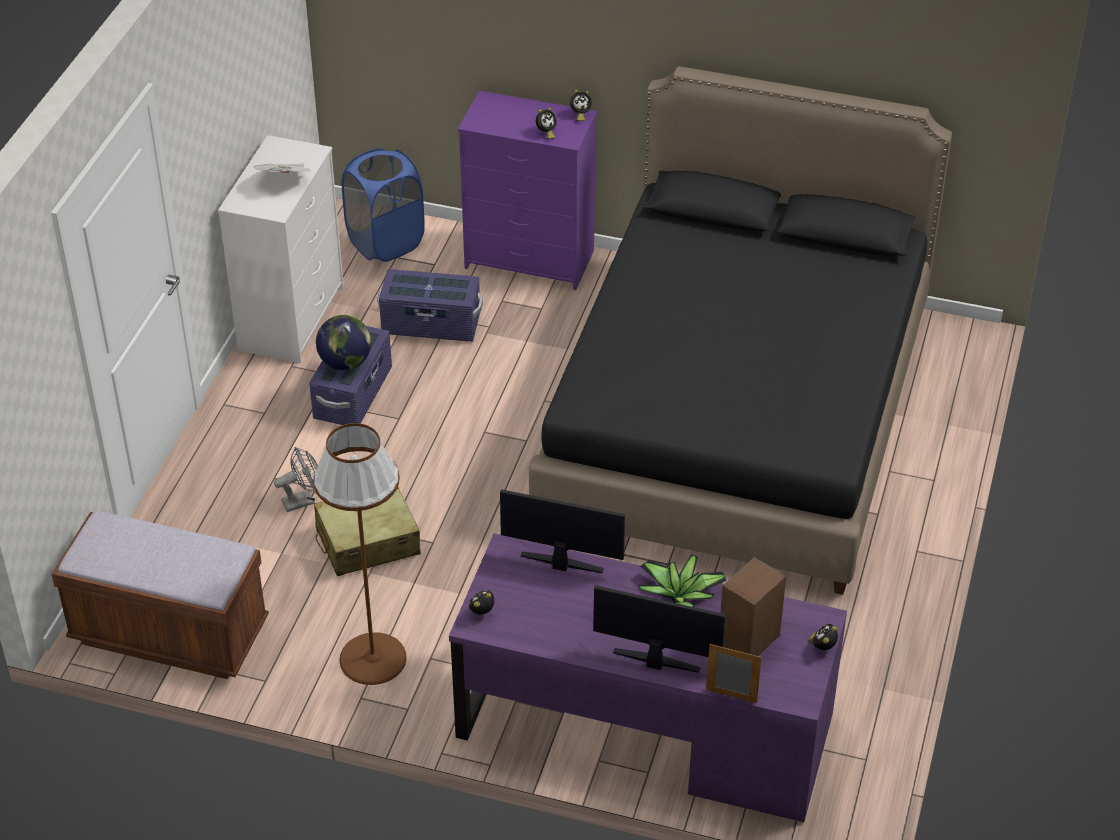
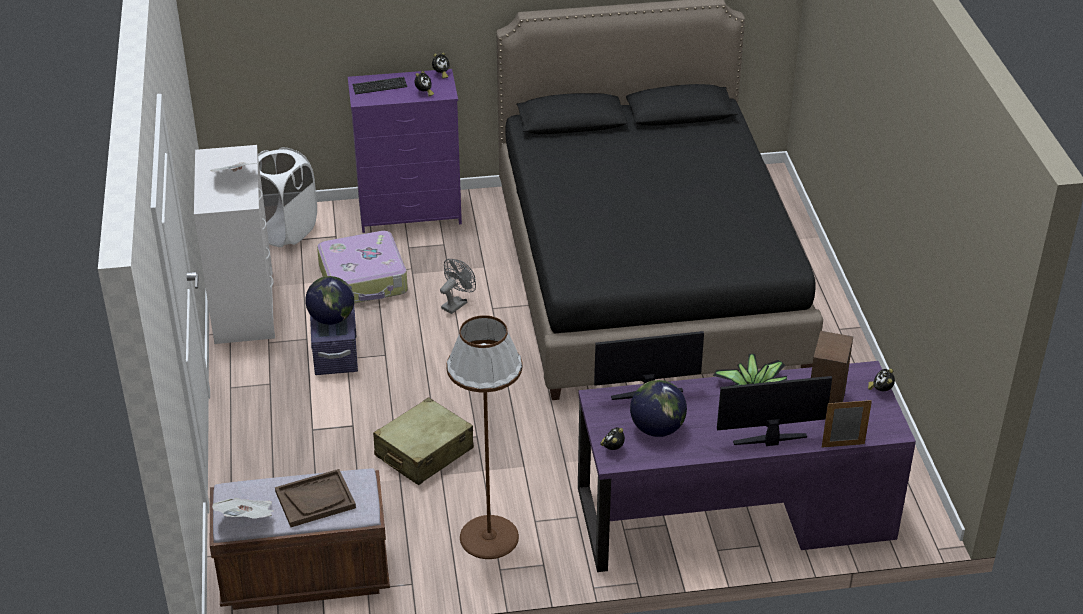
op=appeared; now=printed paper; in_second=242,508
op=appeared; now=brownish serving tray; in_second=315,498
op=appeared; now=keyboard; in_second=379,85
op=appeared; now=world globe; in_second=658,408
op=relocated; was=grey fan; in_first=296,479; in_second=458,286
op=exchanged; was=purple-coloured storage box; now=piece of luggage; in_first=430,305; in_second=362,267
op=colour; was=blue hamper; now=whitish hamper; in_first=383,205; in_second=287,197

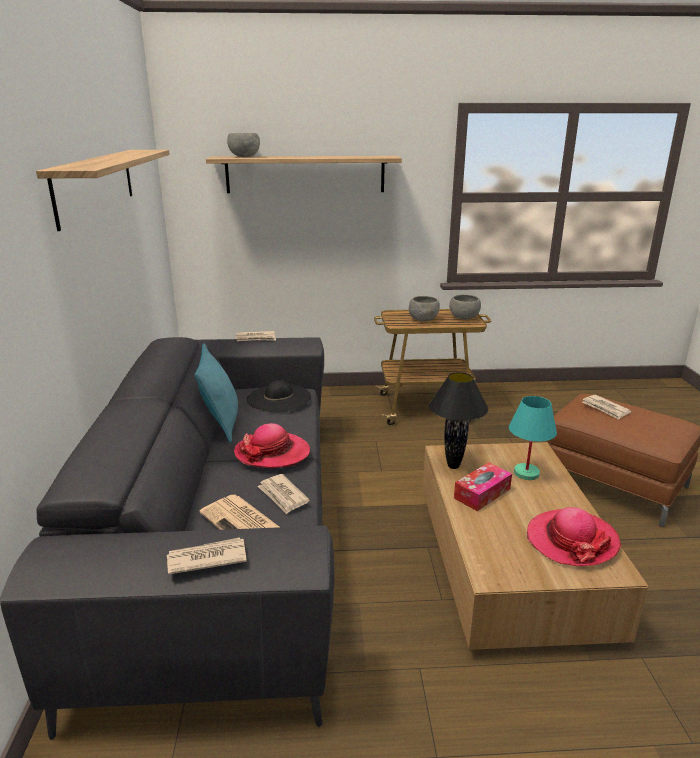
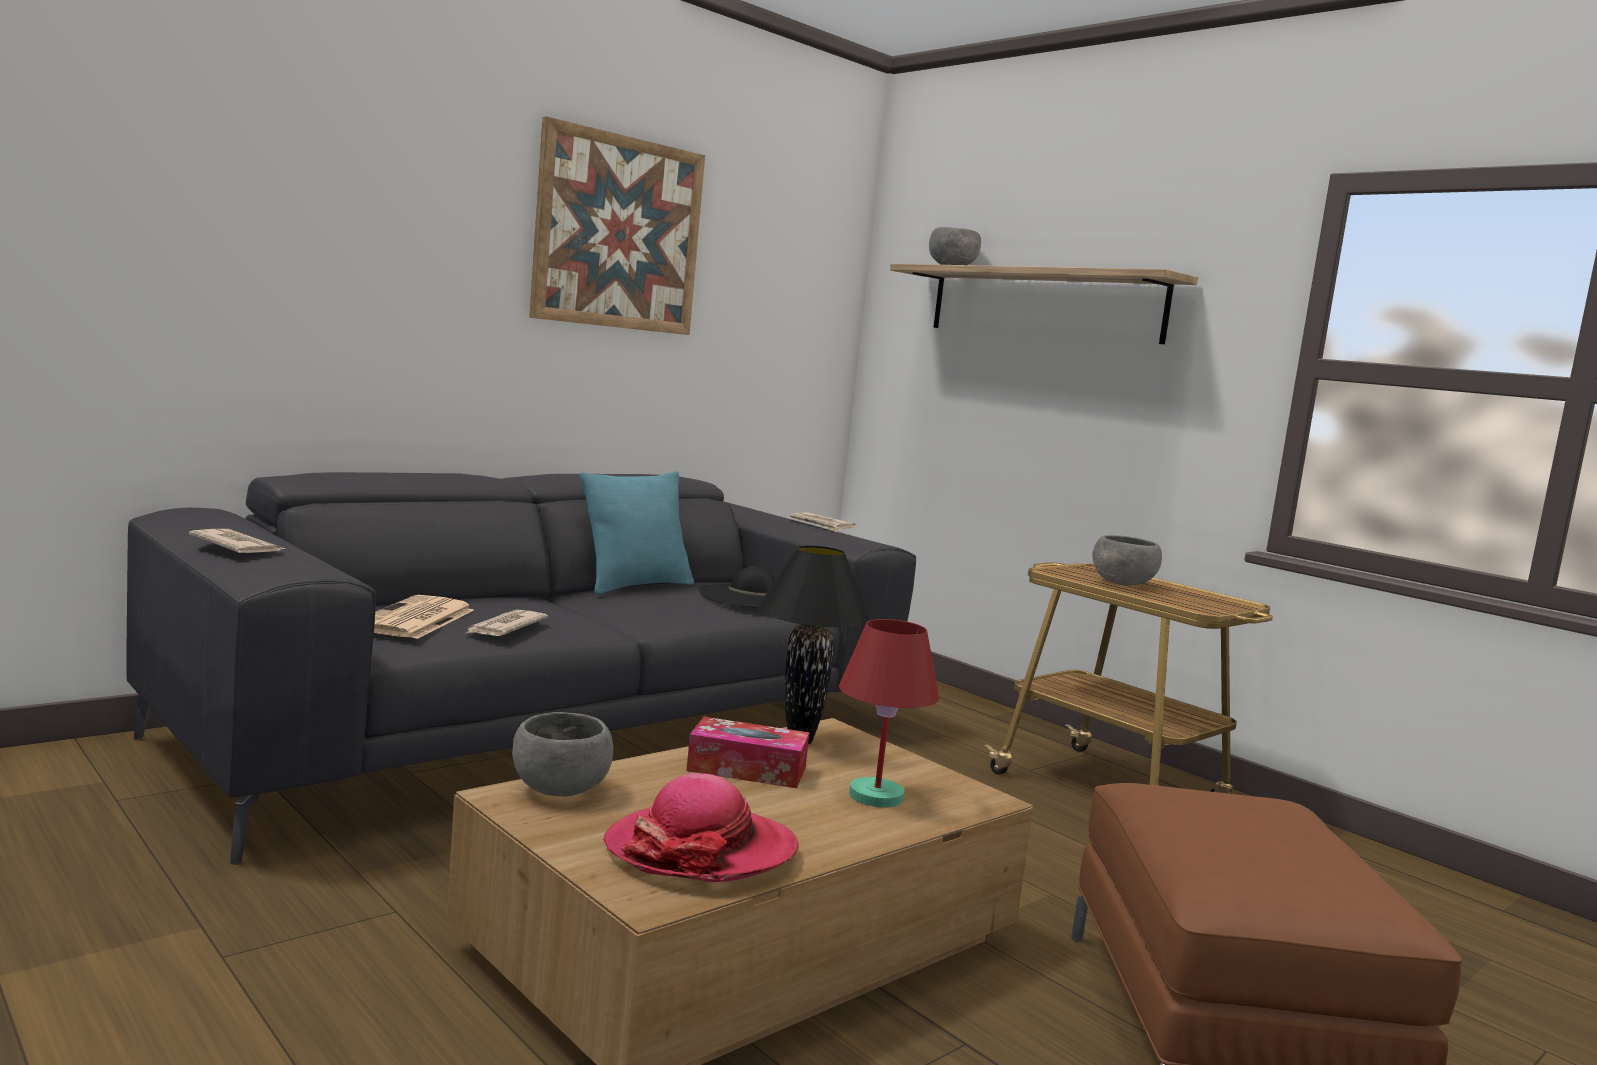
op=missing; was=clothing hat; in_first=272,446
op=missing; was=printed paper; in_first=606,407
op=relocated; was=grey deep dish; in_first=465,306; in_second=562,754
op=exchanged; was=wall shelf; now=picture; in_first=103,190; in_second=617,225
op=colour; was=blue-green table lamp; now=reddish table lamp; in_first=533,438; in_second=889,713

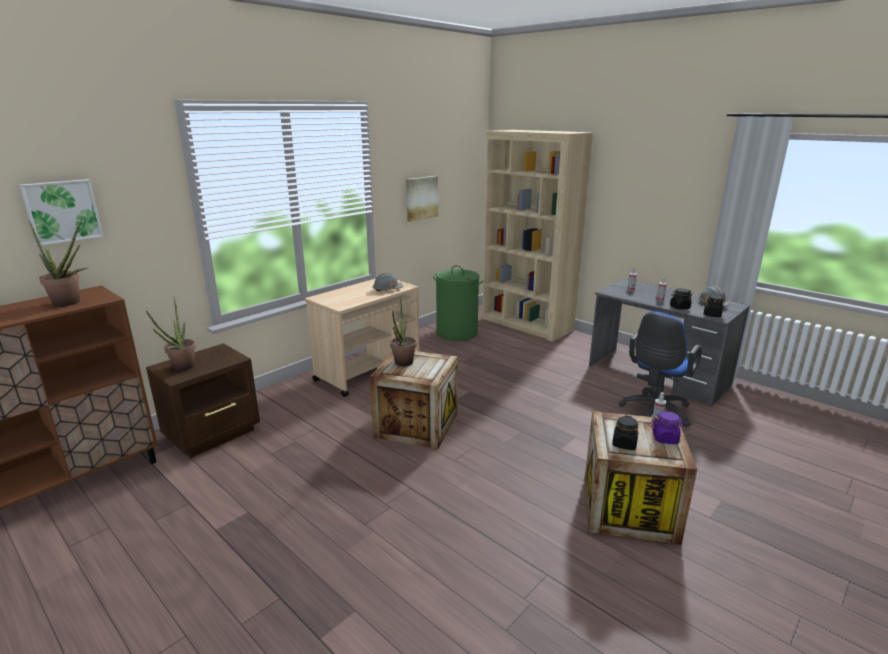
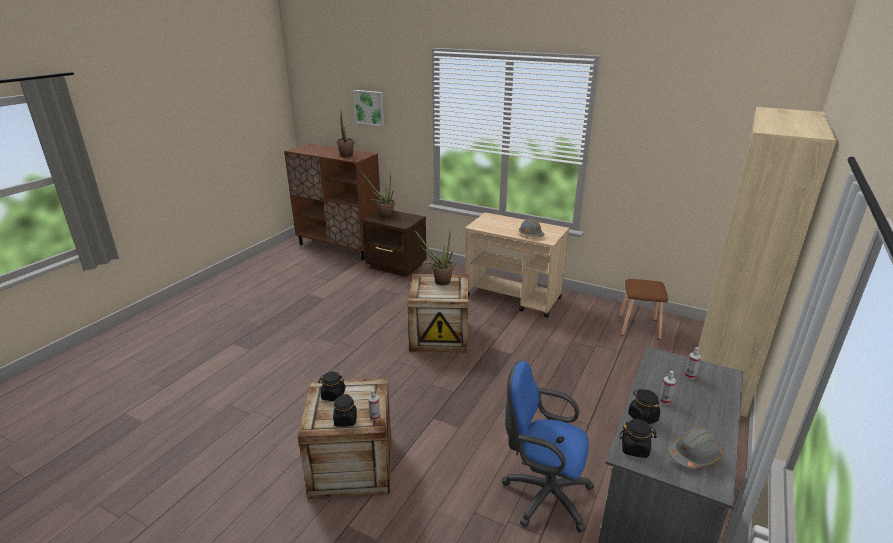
op=missing; was=picture; in_first=422,199
op=exchanged; was=green hamper; now=brownish stool; in_first=458,303; in_second=643,309
op=colour; was=purple-coloured preserve jar; now=black-coloured preserve jar; in_first=668,427; in_second=345,410

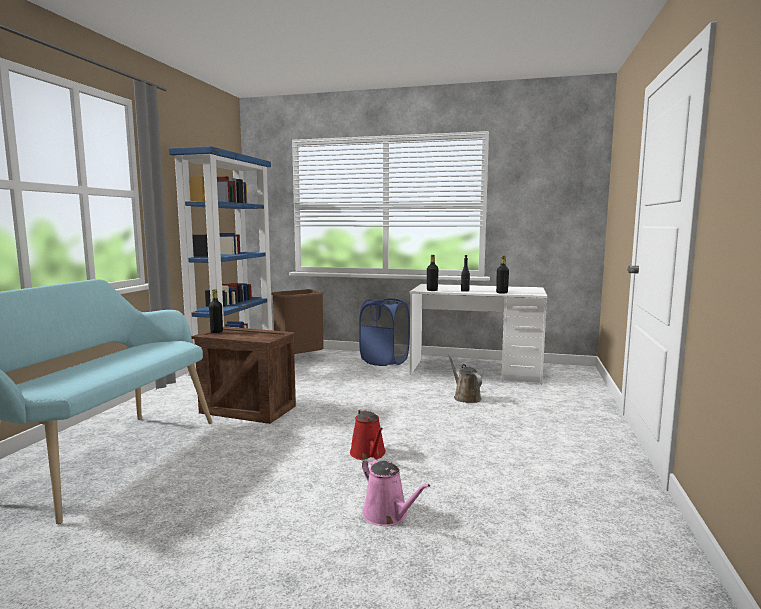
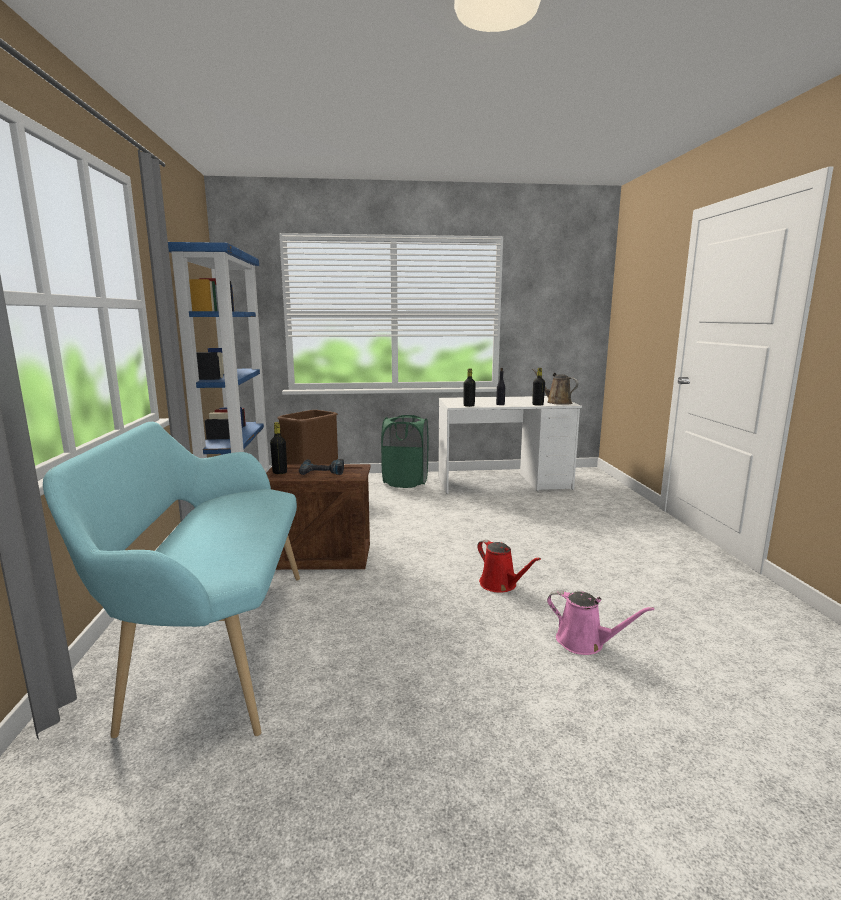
op=appeared; now=power drill; in_second=321,467
op=relocated; was=brownish sprinkling can; in_first=465,379; in_second=555,387
op=colour; was=blue hamper; now=green hamper; in_first=384,332; in_second=404,451

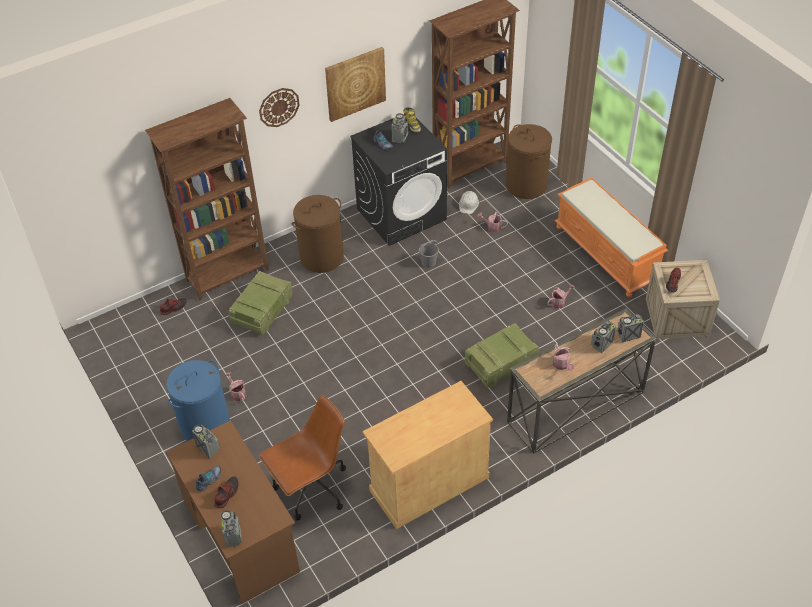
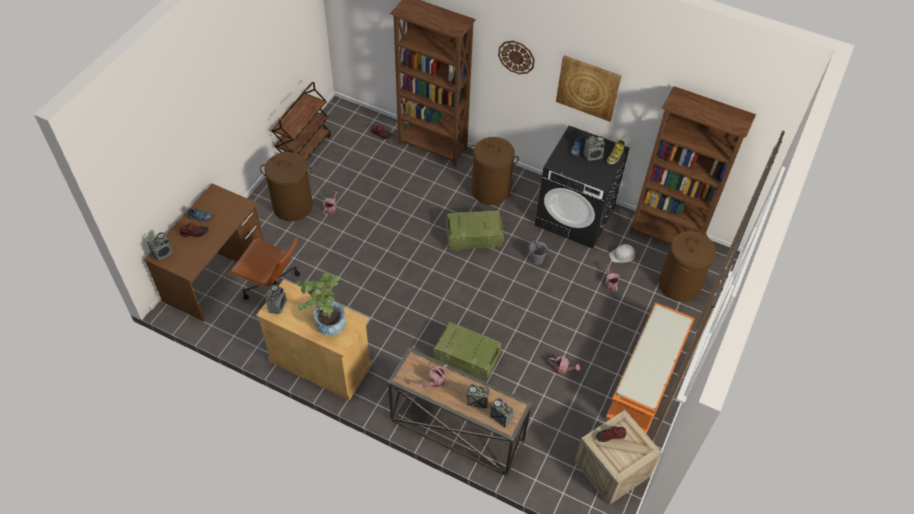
op=appeared; now=brownish trolley; in_second=301,121
op=appeared; now=houseplant; in_second=321,304
op=relocated; was=radio set; in_first=206,441; in_second=276,299
op=relocated; was=shipping crate; in_first=261,303; in_second=475,231
op=colour; was=blue hamper; now=brownish hamper; in_first=198,400; in_second=286,186

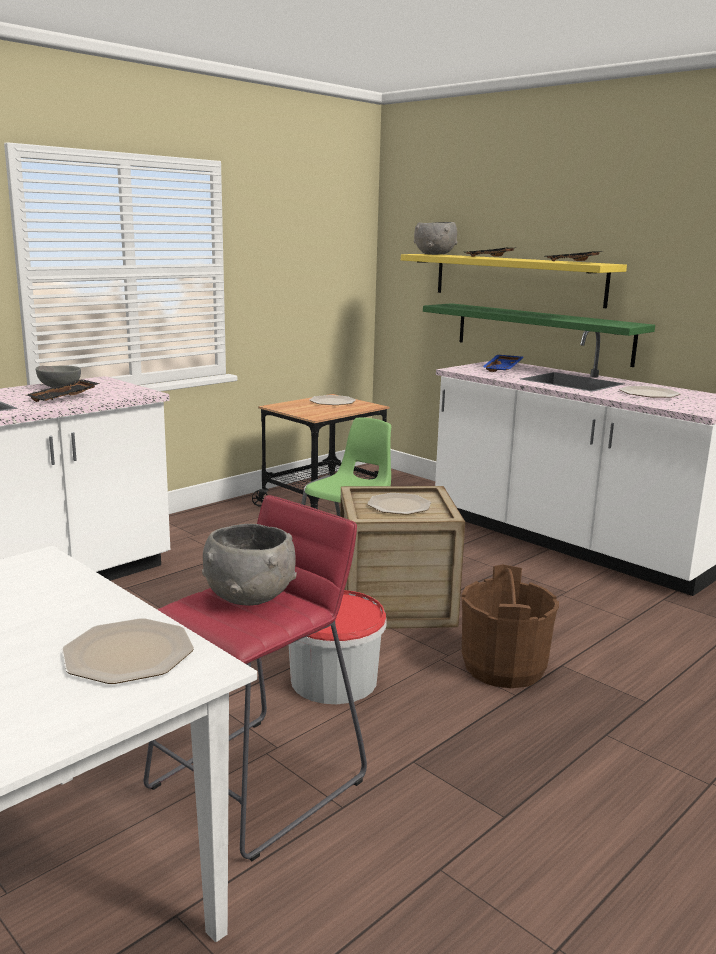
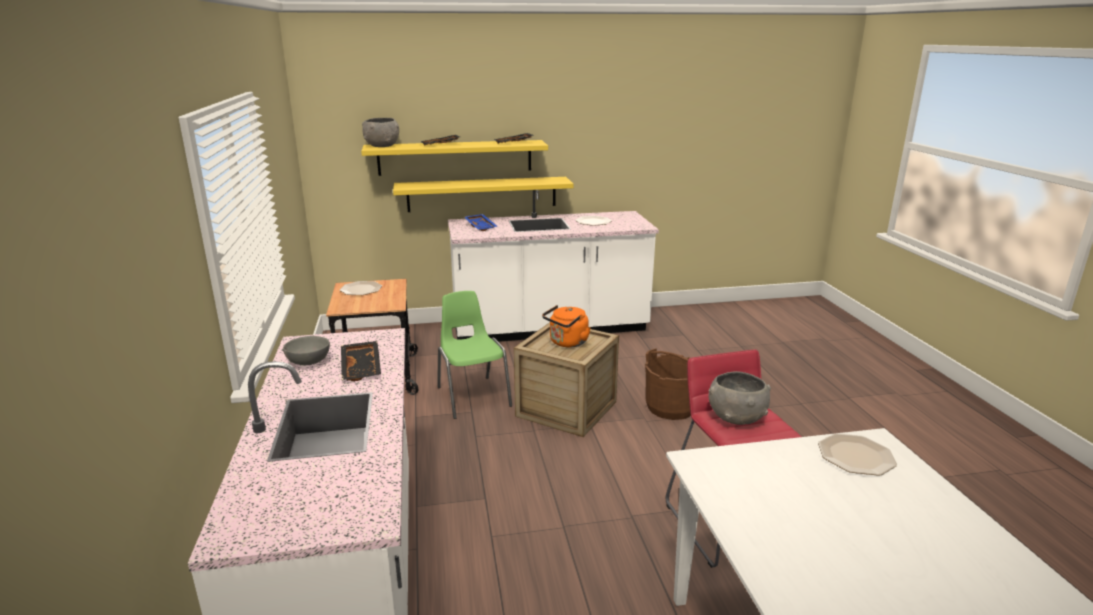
op=missing; was=bucket; in_first=337,647
op=exchanged; was=dinner plate; now=orange water kettle; in_first=399,504; in_second=566,326
op=colour; was=green wall shelf; now=yellow-coloured wall shelf; in_first=539,335; in_second=483,194

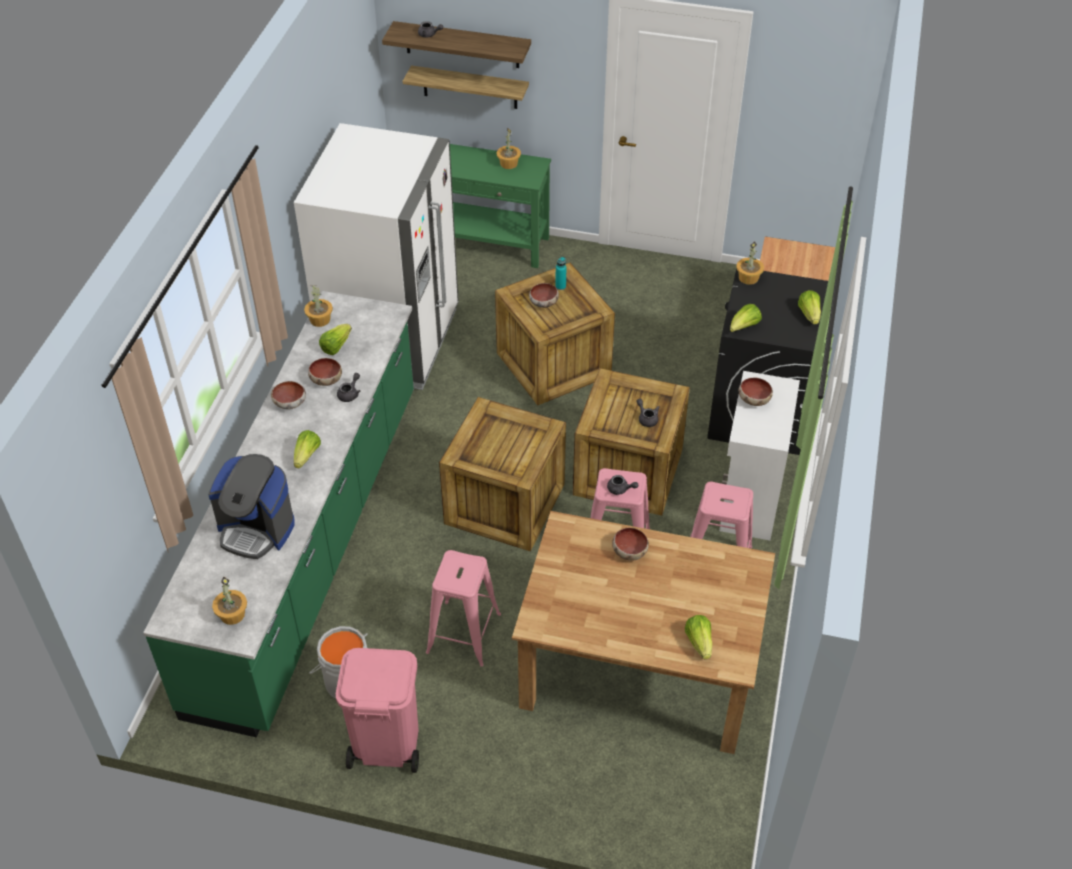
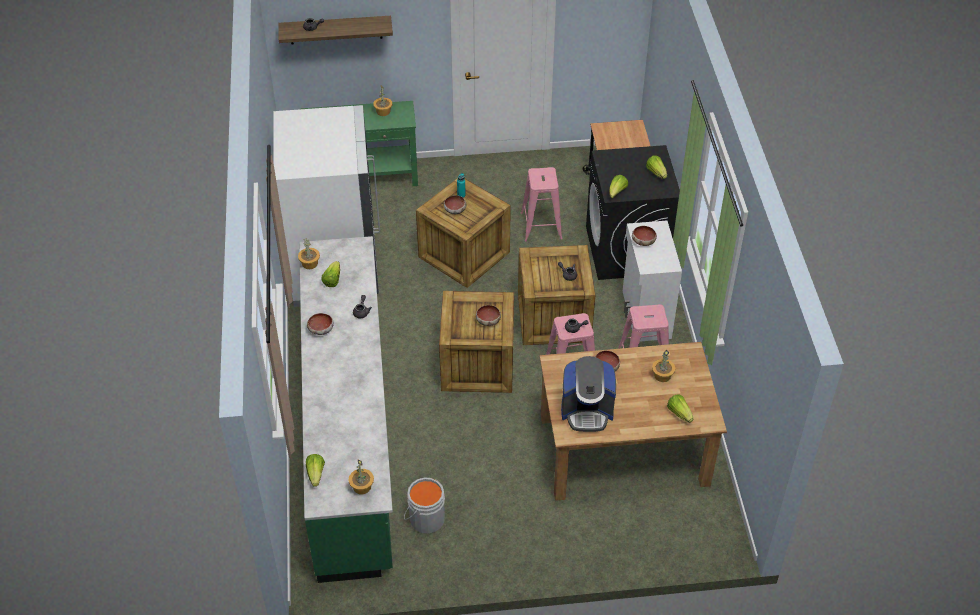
op=missing; was=pink-coloured rubbish bin; in_first=377,710
op=missing; was=wall shelf; in_first=466,87
op=relocated; was=coffee machine; in_first=251,506; in_second=588,394
op=relocated; was=lettuce head; in_first=307,449; in_second=315,470
op=relocated; was=deep dish; in_first=325,372; in_second=488,315
op=relocated; was=pink-coloured stool; in_first=463,608; in_second=542,204
op=relocated; was=houseplant; in_first=750,263; in_second=663,366

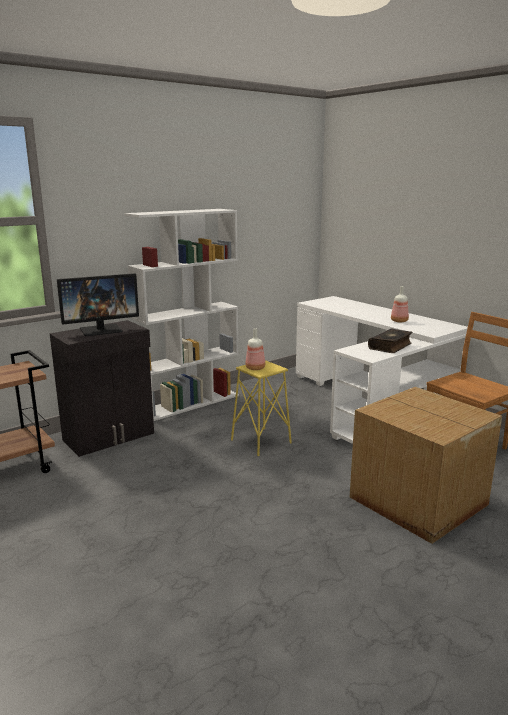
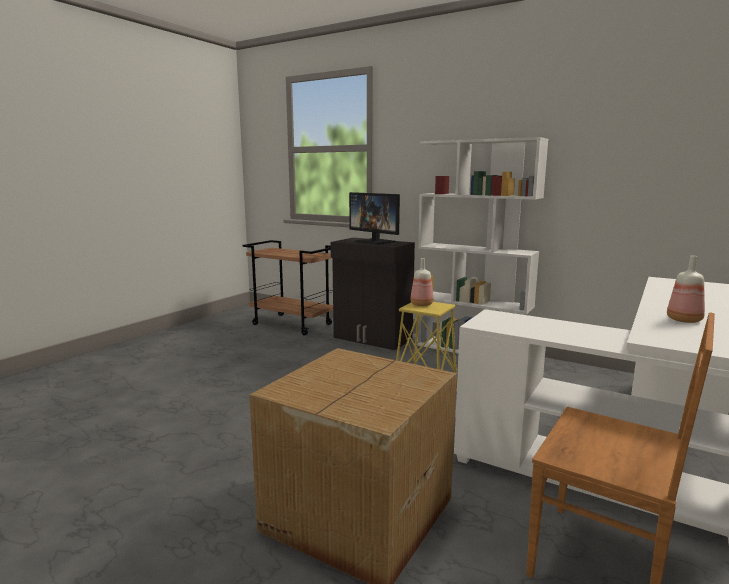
op=missing; was=volume; in_first=390,341

